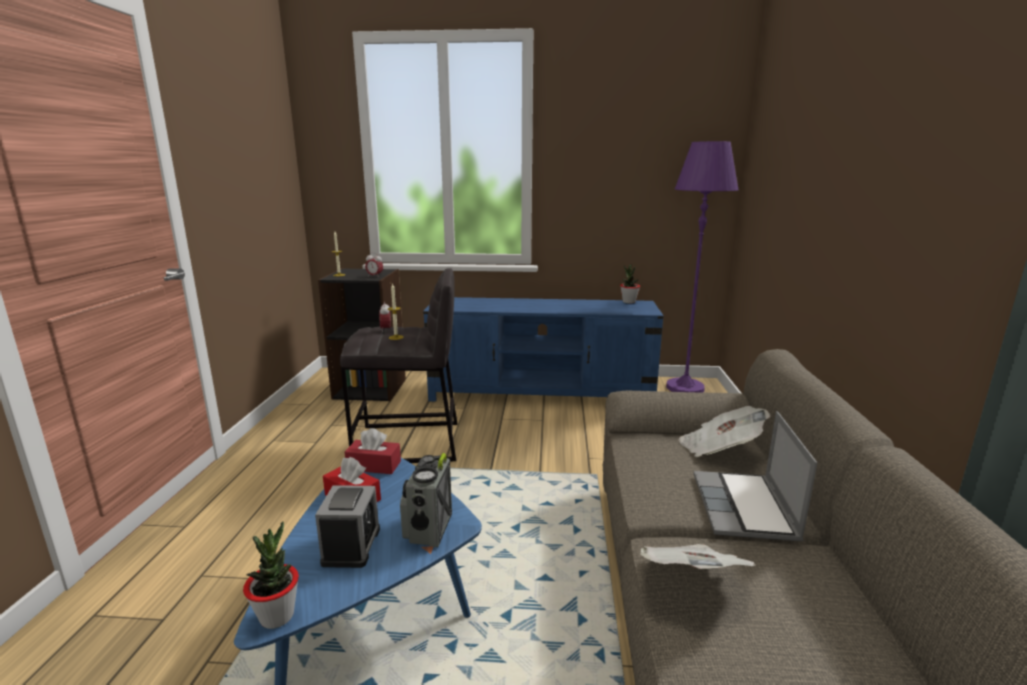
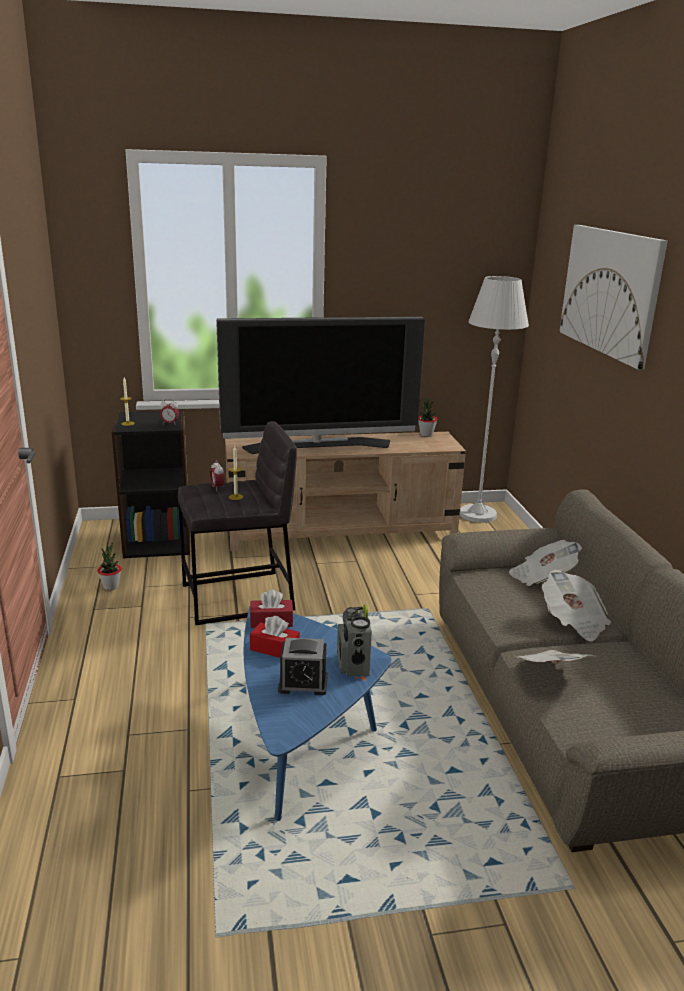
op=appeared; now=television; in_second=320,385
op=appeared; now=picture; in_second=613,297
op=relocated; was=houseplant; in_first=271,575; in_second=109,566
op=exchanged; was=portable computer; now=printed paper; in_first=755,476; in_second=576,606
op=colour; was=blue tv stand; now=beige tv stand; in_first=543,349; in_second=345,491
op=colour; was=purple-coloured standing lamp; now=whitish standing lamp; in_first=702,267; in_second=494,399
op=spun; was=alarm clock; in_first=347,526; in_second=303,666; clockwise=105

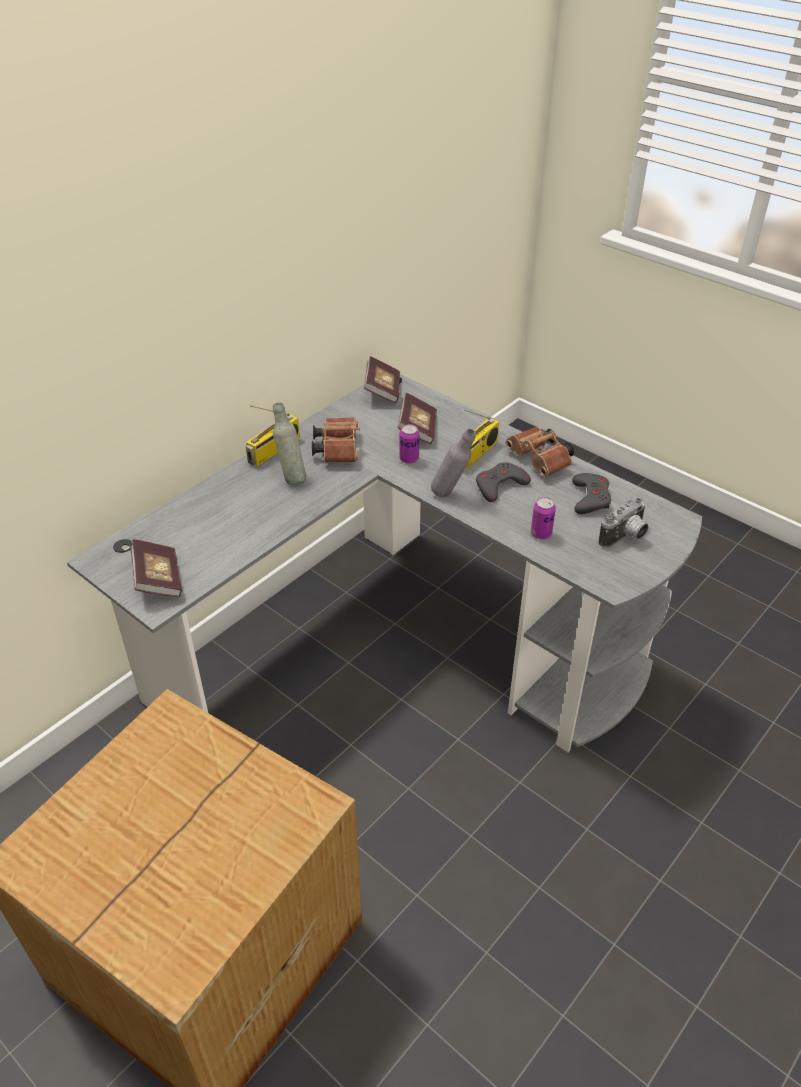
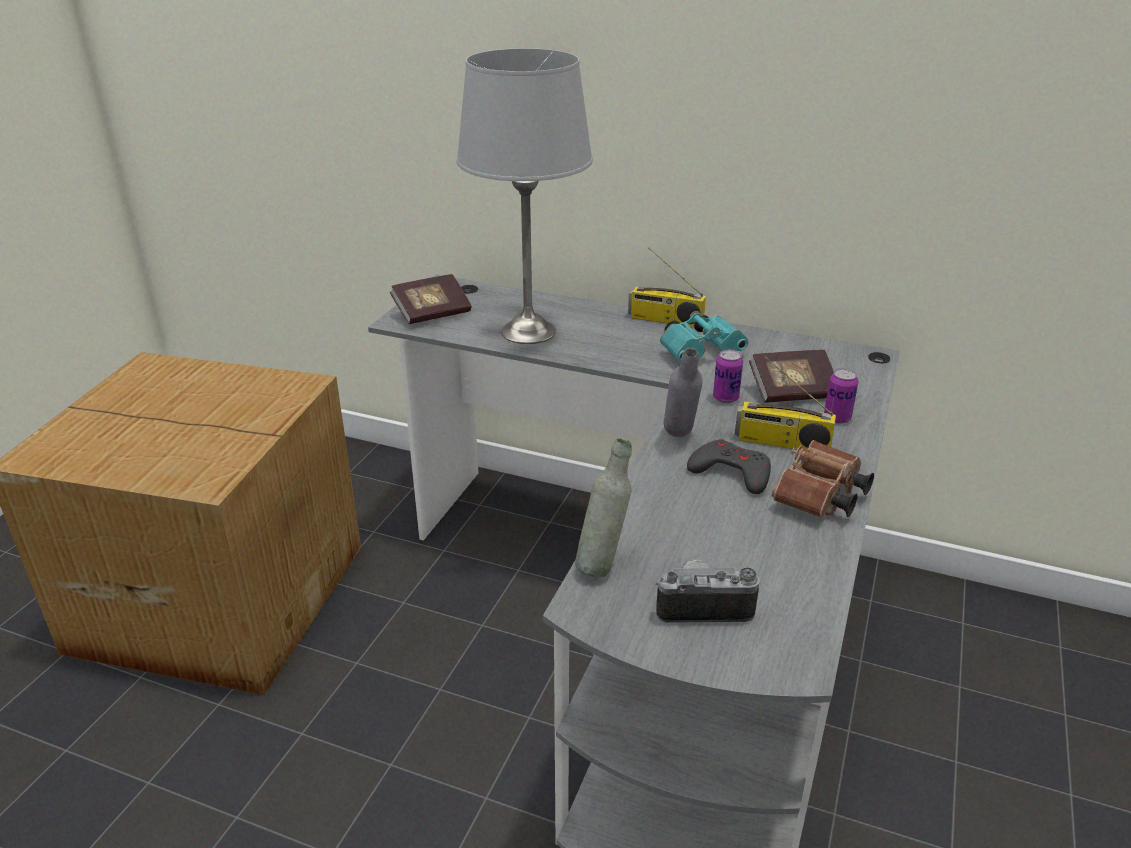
op=missing; was=volume; in_first=382,379
op=missing; was=grey joypad; in_first=591,493
op=appeared; now=grey table lamp; in_second=524,196
op=relocated; was=grey bottle; in_first=289,443; in_second=603,508
op=relocated; was=can; in_first=543,518; in_second=841,396
op=colour; was=brownish binoculars; now=blue-green binoculars; in_first=336,439; in_second=704,336
op=spun; was=photo camera; in_first=623,523; in_second=708,591; clockwise=150

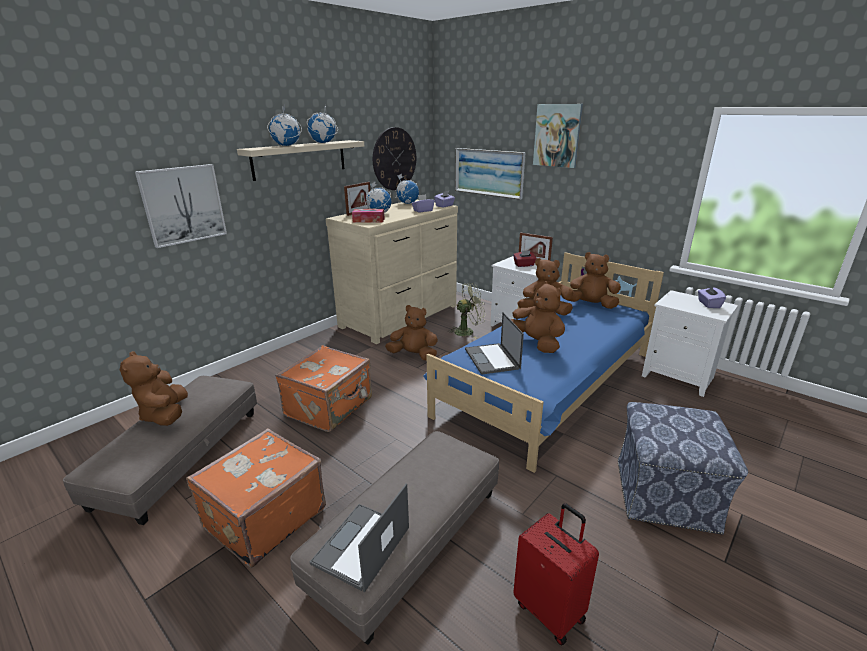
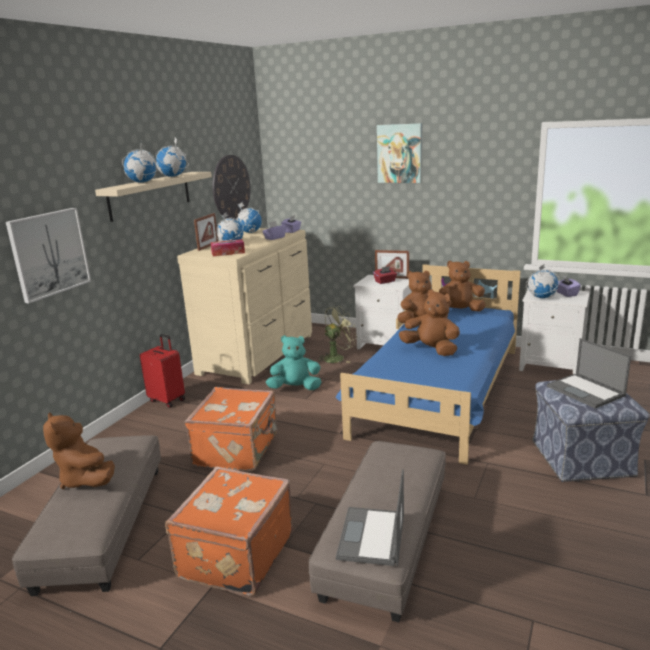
op=missing; was=picture; in_first=490,174
op=appeared; now=world globe; in_second=543,281
op=relocated; was=portable computer; in_first=494,343; in_second=589,373
op=relocated; was=reddish piece of luggage; in_first=556,574; in_second=162,371
op=colour; was=brownish cuddly toy; now=blue-green cuddly toy; in_first=411,333; in_second=293,362

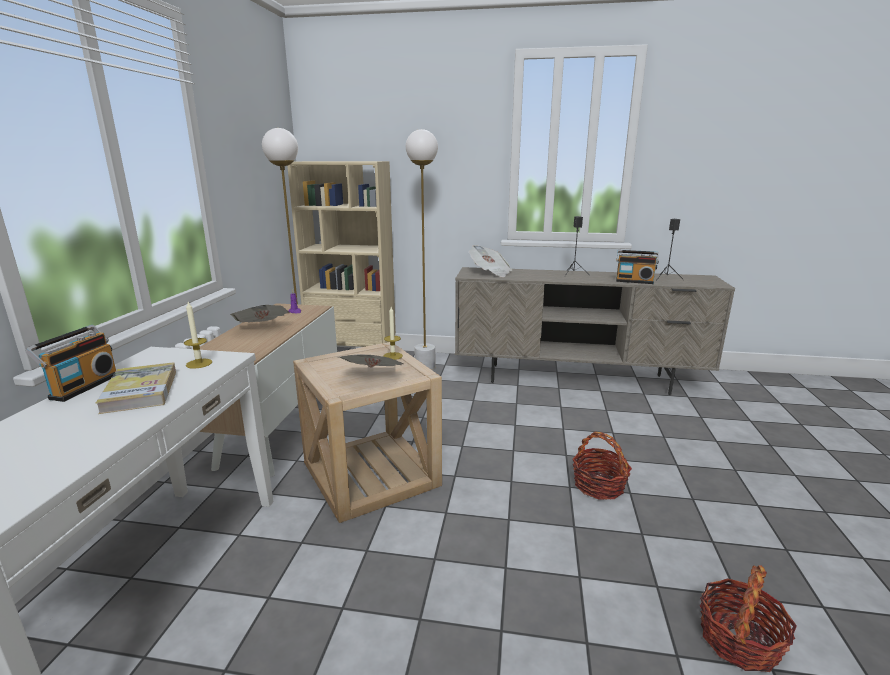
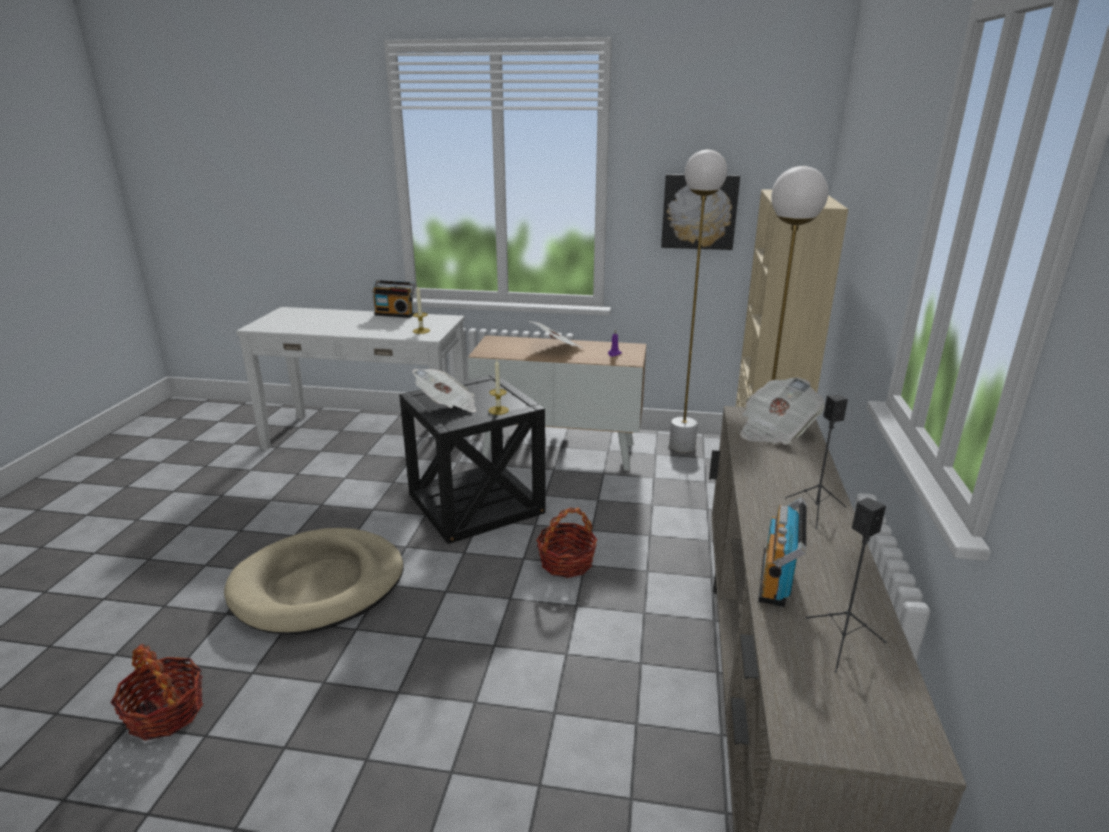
op=missing; was=volume; in_first=135,388
op=appeared; now=beige pet bed; in_second=314,581
op=appeared; now=picture; in_second=700,212
op=relocated; was=household basket; in_first=602,466; in_second=567,543
op=colour; was=beige side table; now=black-coloured side table; in_first=367,432; in_second=472,459

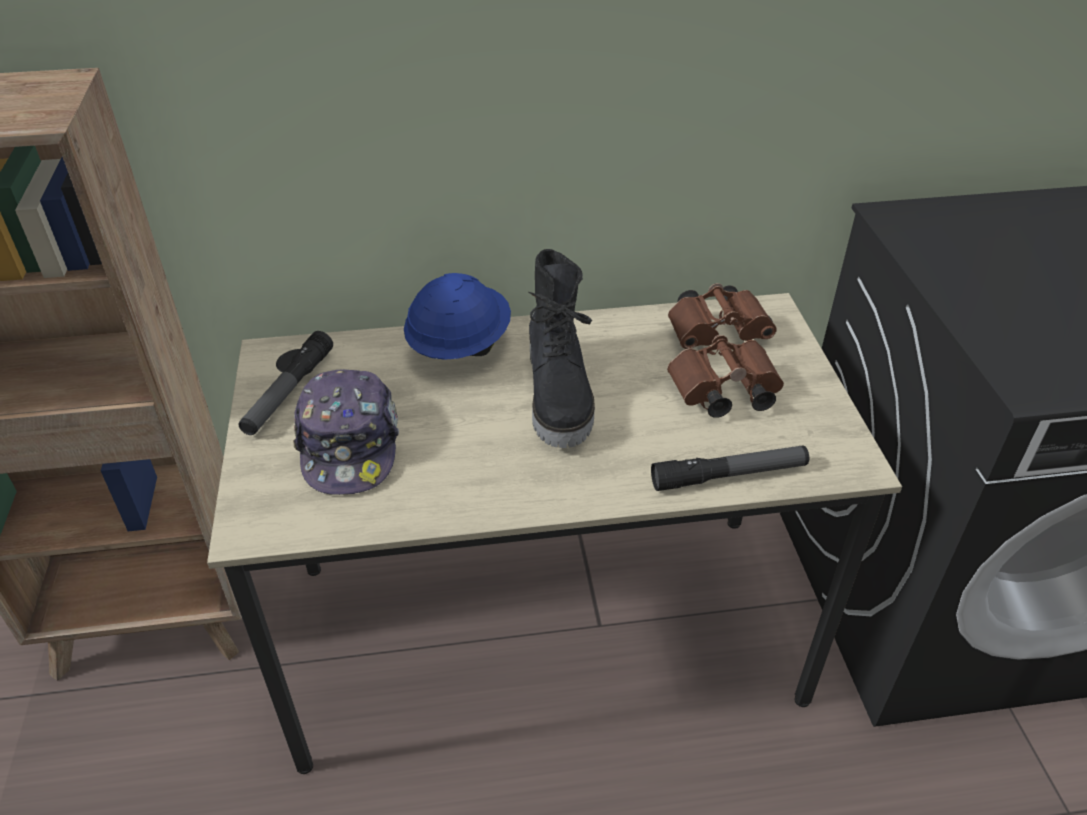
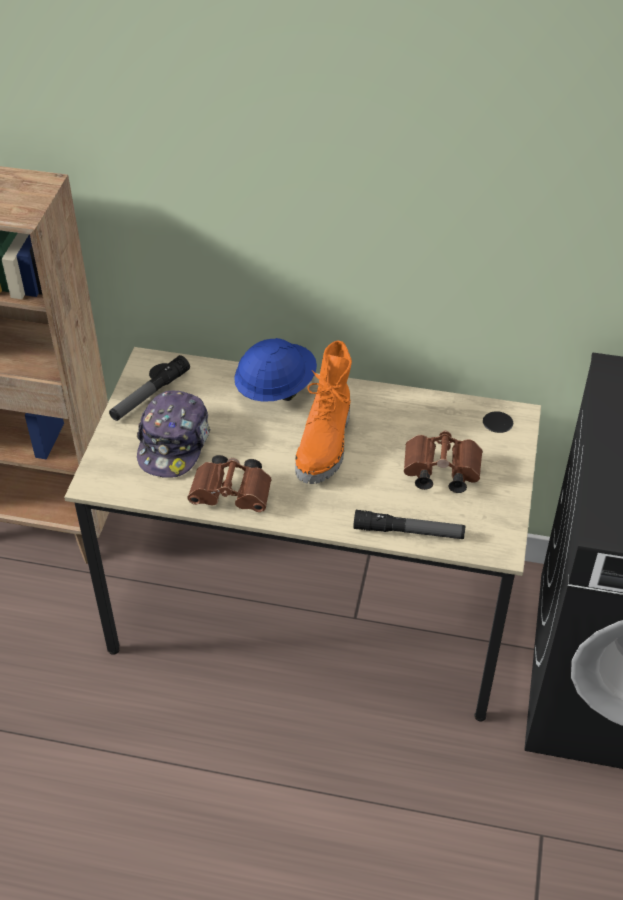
op=relocated; was=brownish binoculars; in_first=722,316; in_second=229,483
op=colour; was=black-coloured boot; now=orange boot; in_first=562,348; in_second=323,412

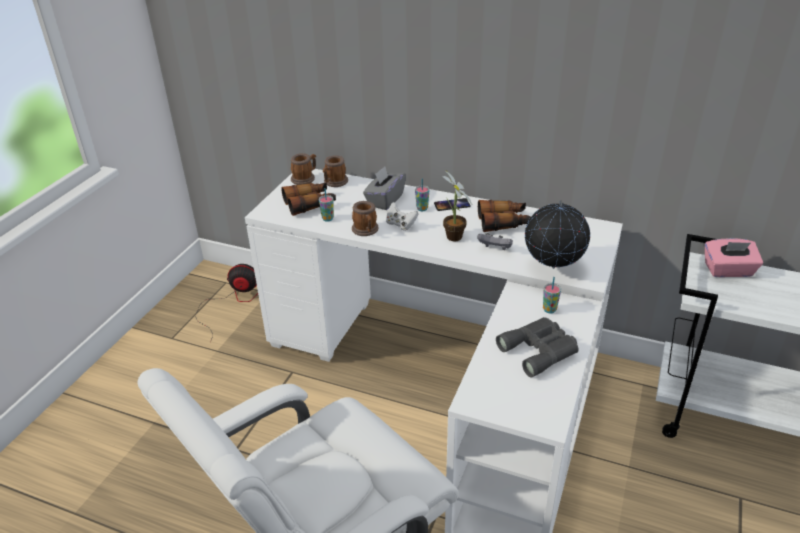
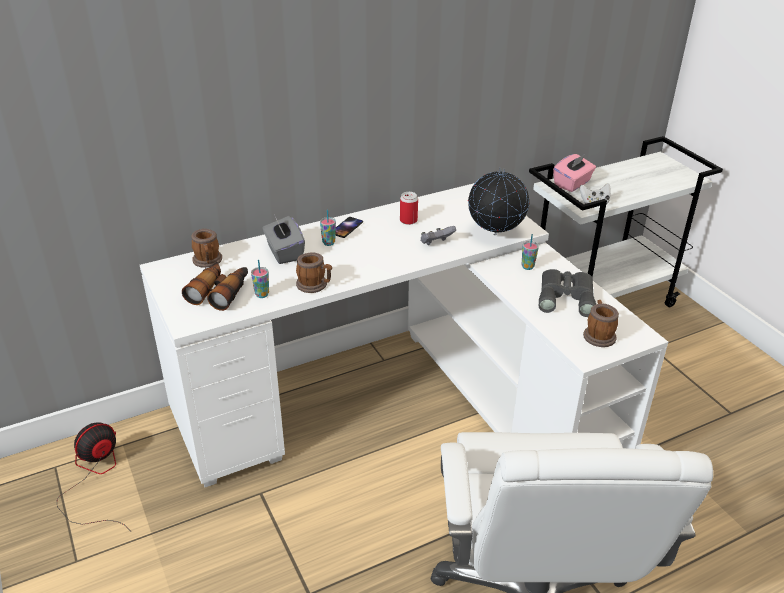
op=missing; was=houseplant; in_first=457,205
op=relocated; was=mug; in_first=303,169; in_second=601,323
op=relocated; was=whitish joypad; in_first=402,216; in_second=595,193
op=exchanged; was=binoculars; now=can; in_first=504,216; in_second=409,208

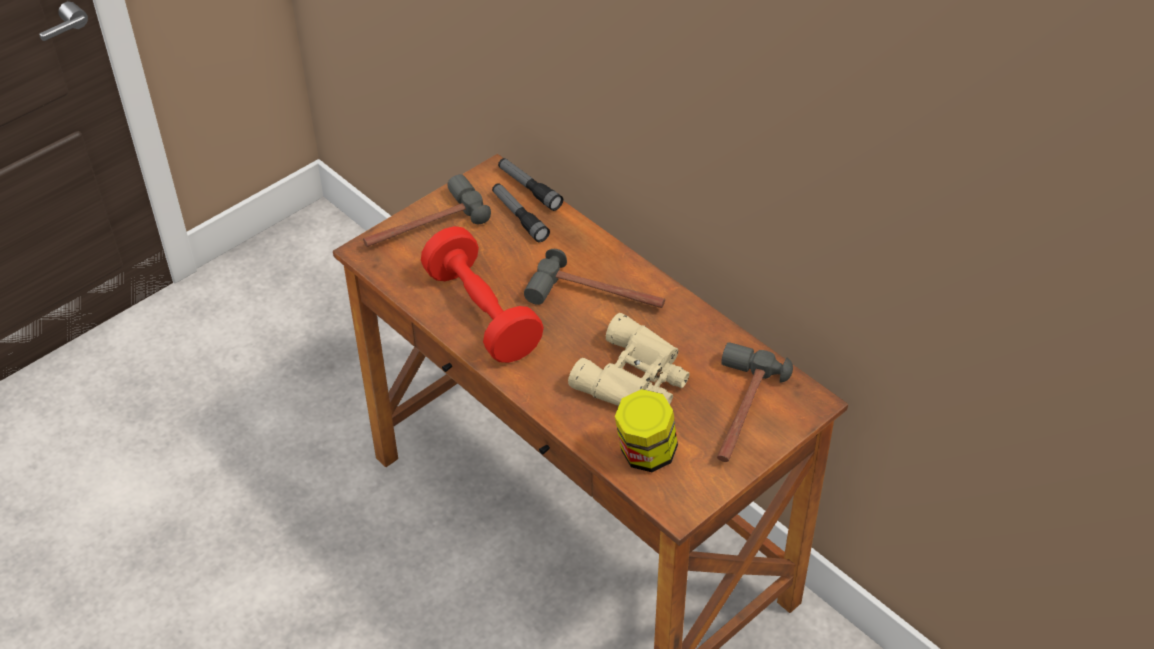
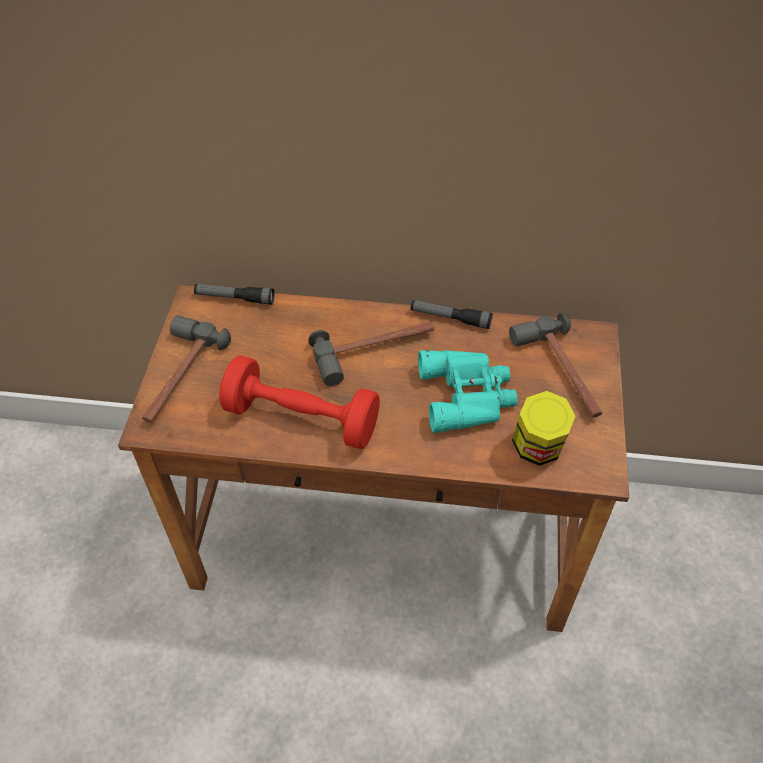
op=relocated; was=torch; in_first=521,212; in_second=451,314
op=colour; was=beige binoculars; now=blue-green binoculars; in_first=629,359; in_second=468,391

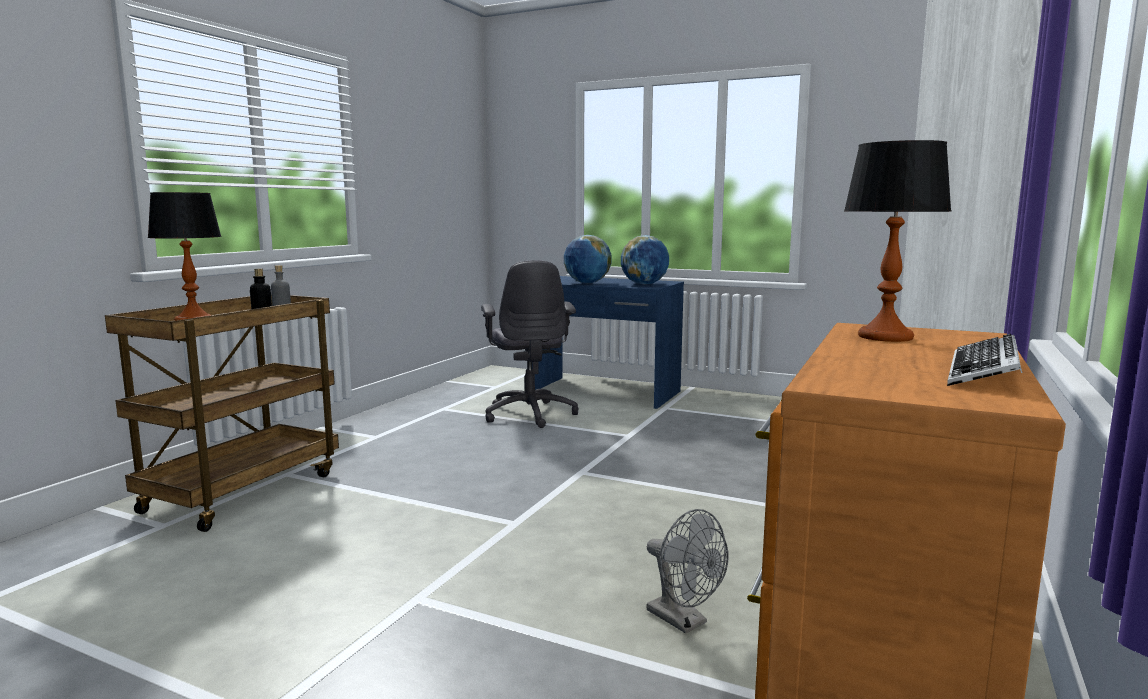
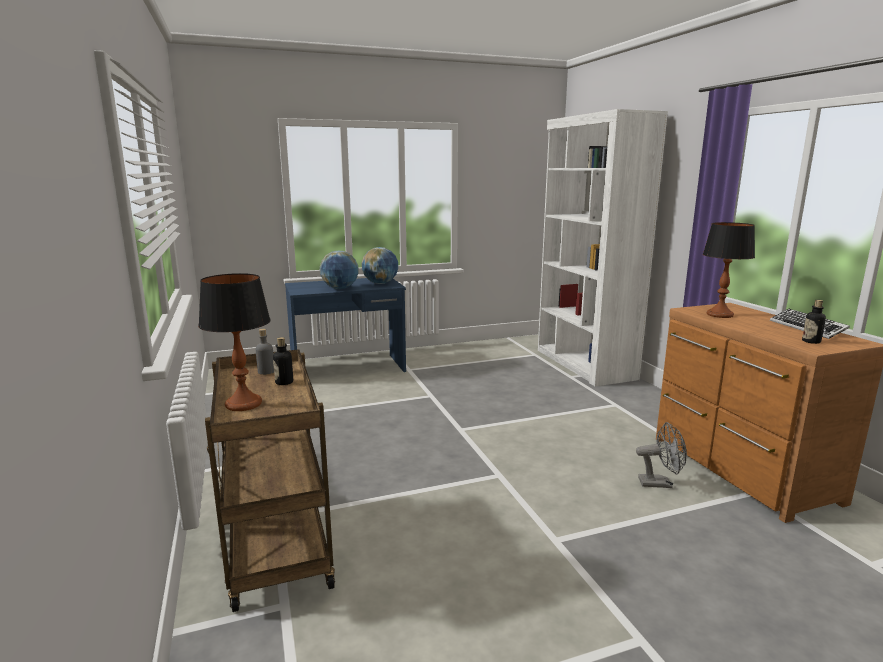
op=missing; was=grey desk chair; in_first=529,344
op=appeared; now=bottle; in_second=814,322

